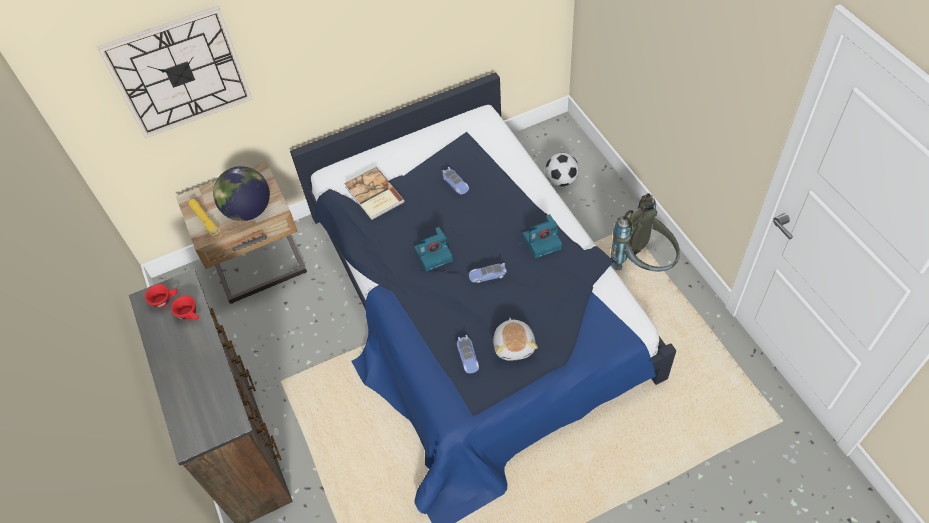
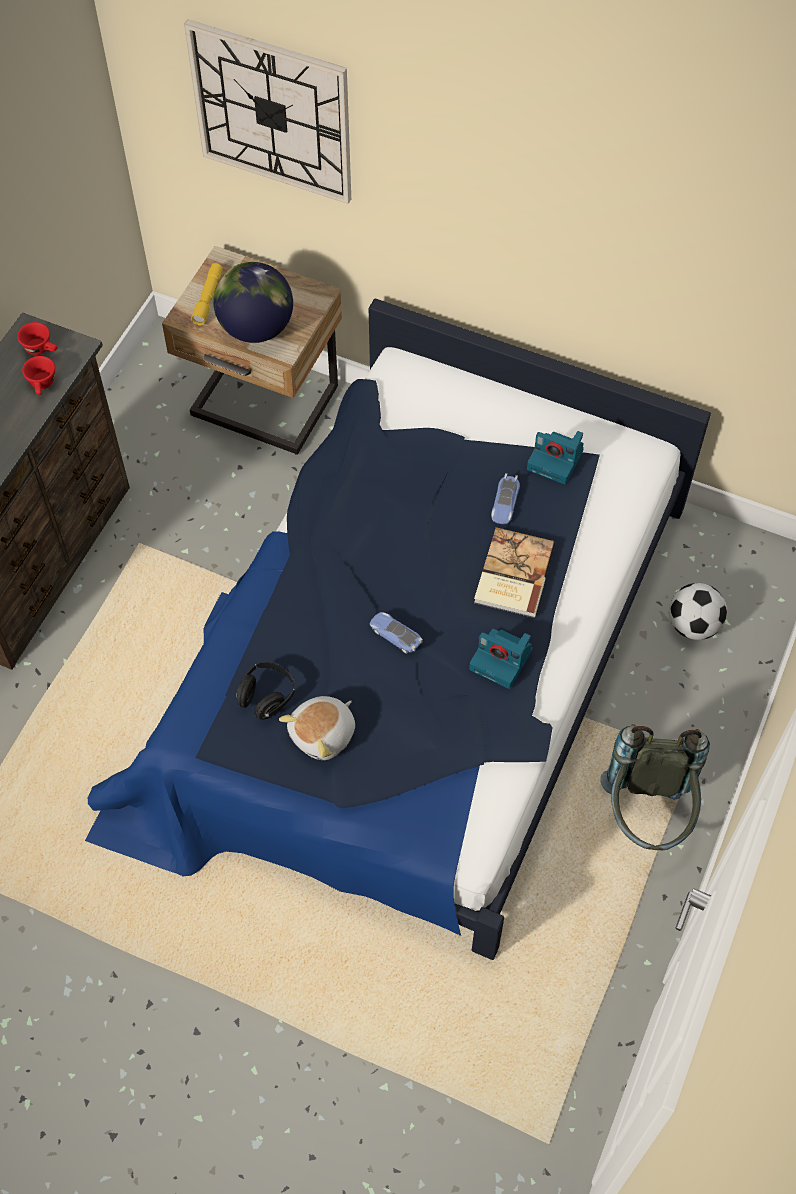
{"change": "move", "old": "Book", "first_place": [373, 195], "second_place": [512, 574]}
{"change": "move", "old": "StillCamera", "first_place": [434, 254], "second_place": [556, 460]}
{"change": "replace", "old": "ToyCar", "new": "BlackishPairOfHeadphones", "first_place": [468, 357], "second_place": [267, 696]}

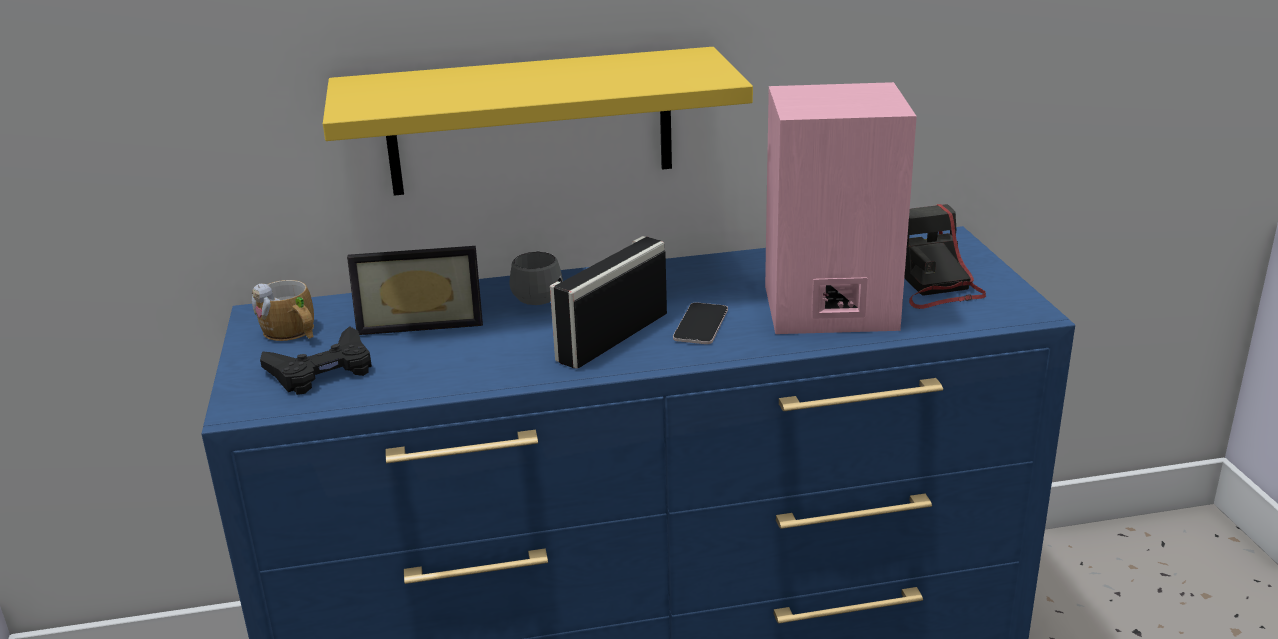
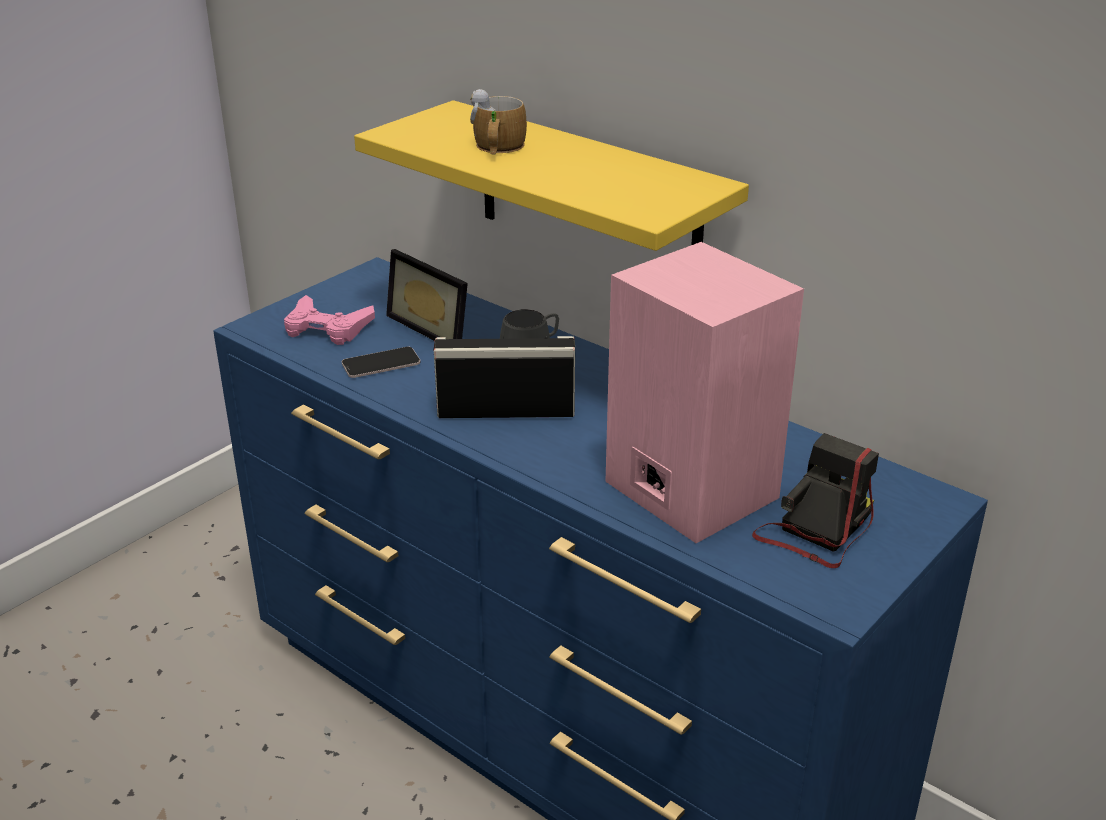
{"change": "move", "old": "CoffeeMug", "first_place": [292, 333], "second_place": [497, 149]}
{"change": "move", "old": "Handset", "first_place": [701, 325], "second_place": [381, 363]}
{"change": "recolor", "old": "BlackishJoypad", "new": "PinkJoypad", "first_place": [322, 370], "second_place": [327, 328]}

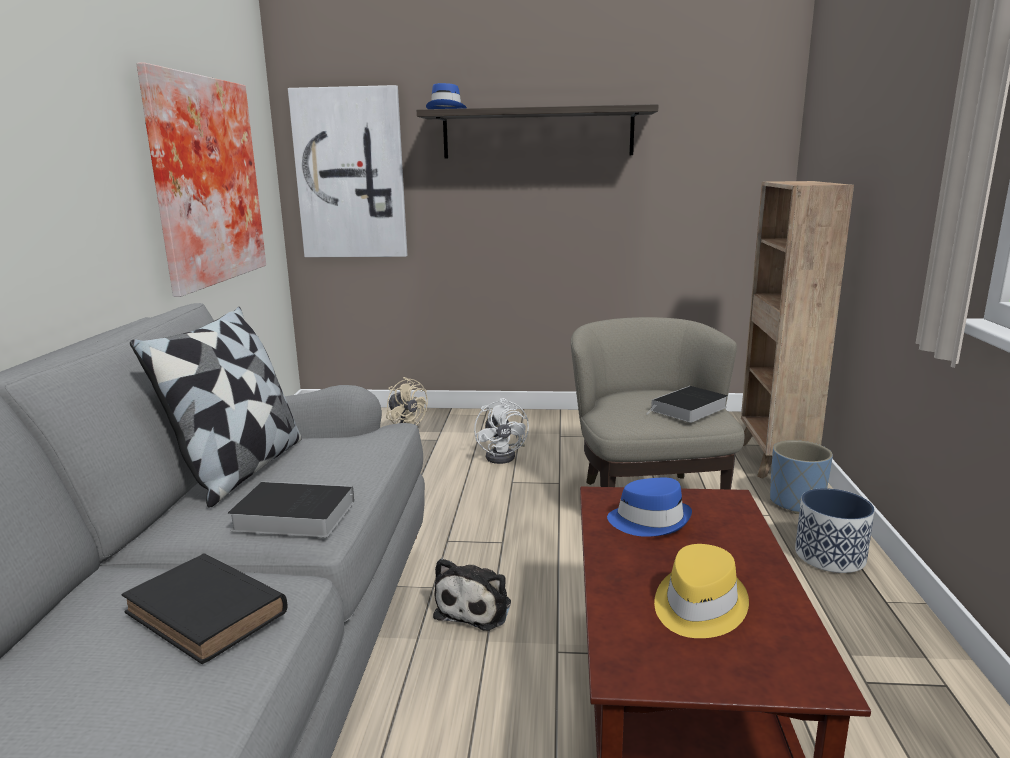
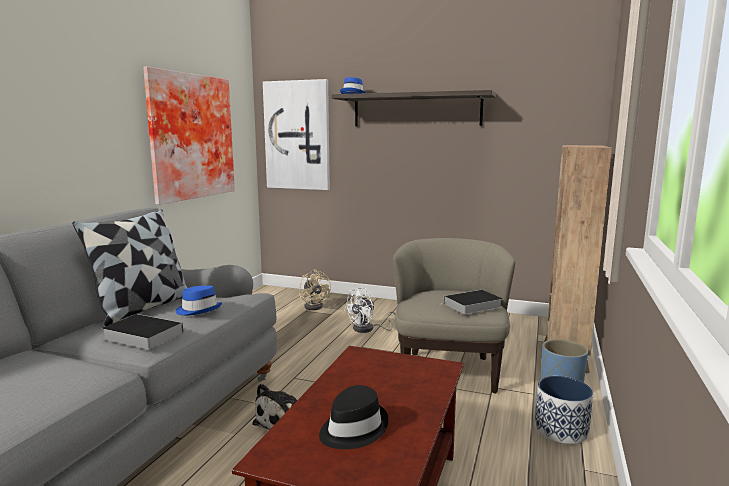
{"change": "delete", "old": "BlackishBook", "first_place": [209, 614]}
{"change": "move", "old": "BlueWearableHat", "first_place": [649, 520], "second_place": [198, 310]}
{"change": "recolor", "old": "YellowColouredWearableHat", "new": "BlackishWearableHat", "first_place": [698, 606], "second_place": [352, 429]}
{"change": "rotate", "old": "WhiteColouredFan", "first_place": [504, 456], "second_place": [368, 329], "degrees": 45}

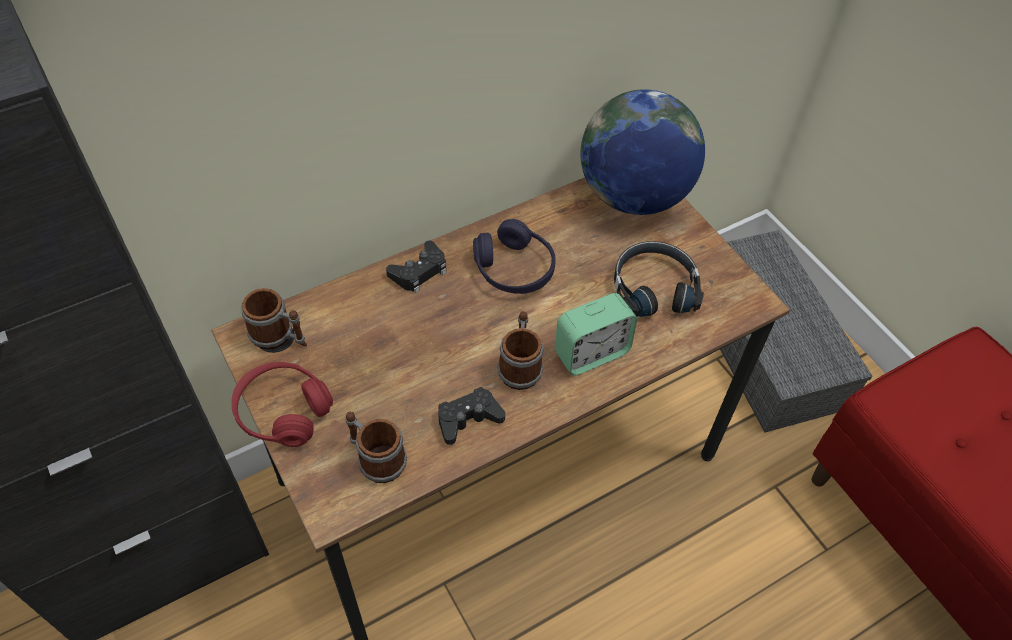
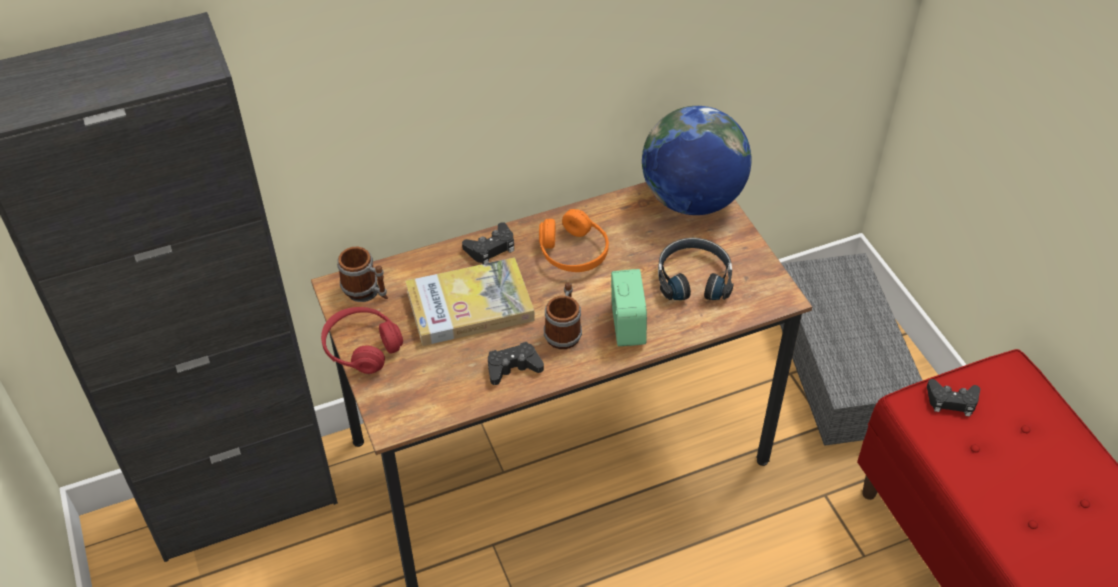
{"change": "delete", "old": "CoffeeMug", "first_place": [376, 458]}
{"change": "insert", "new": "Book", "second_place": [470, 305]}
{"change": "insert", "new": "BlackishJoypad", "second_place": [952, 401]}
{"change": "recolor", "old": "PurplishPairOfHeadphones", "new": "OrangeColouredPairOfHeadphones", "first_place": [514, 269], "second_place": [573, 252]}
{"change": "rotate", "old": "AlarmClock", "first_place": [591, 353], "second_place": [627, 326], "degrees": -75}

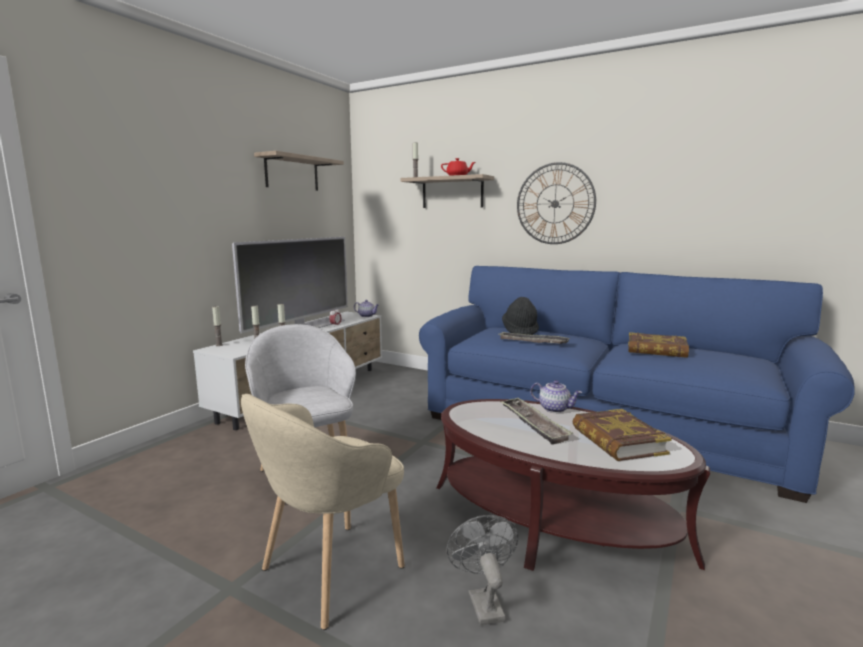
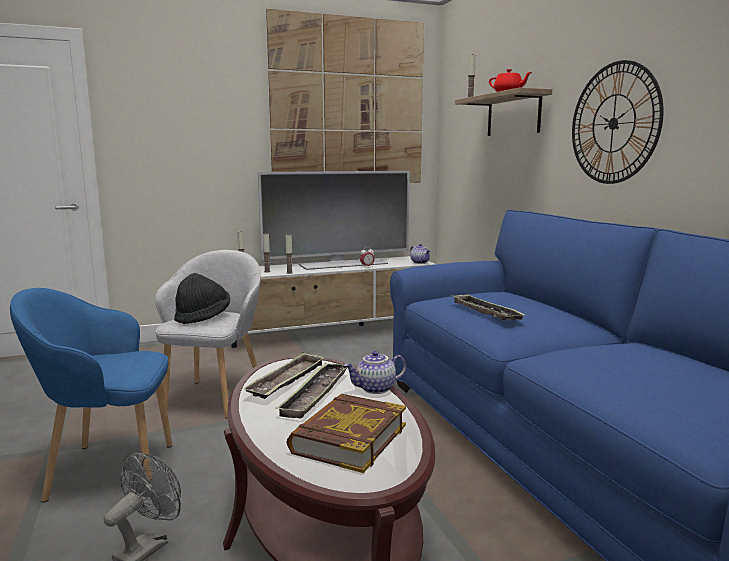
{"change": "delete", "old": "Book", "first_place": [656, 350]}
{"change": "insert", "new": "ServingTray", "second_place": [287, 380]}
{"change": "move", "old": "BlackishWearableHat", "first_place": [520, 331], "second_place": [203, 317]}
{"change": "replace", "old": "BracketShelf", "new": "Picture", "first_place": [292, 173], "second_place": [348, 102]}
{"change": "recolor", "old": "BeigeArmchair", "new": "BlueArmchair", "first_place": [330, 572], "second_place": [107, 469]}
{"change": "rotate", "old": "TeaPot", "first_place": [555, 409], "second_place": [375, 389], "degrees": 90}

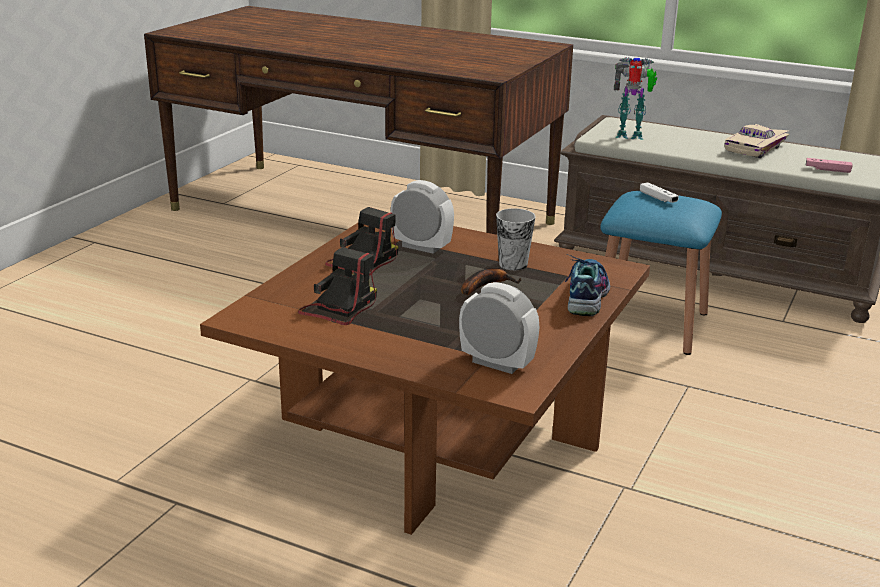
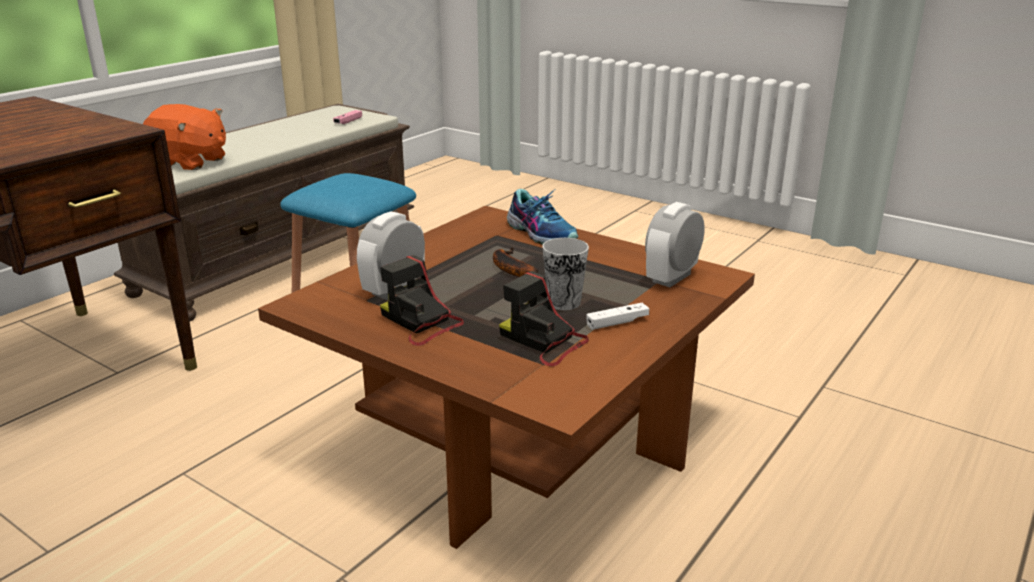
{"change": "delete", "old": "BeigeToyCar", "first_place": [757, 149]}
{"change": "move", "old": "Cup", "first_place": [513, 264], "second_place": [564, 302]}
{"change": "move", "old": "WhiteColouredJoypad", "first_place": [658, 198], "second_place": [617, 322]}
{"change": "replace", "old": "ToyRobot", "new": "OrangeColouredPlushToy", "first_place": [631, 136], "second_place": [189, 162]}
{"change": "rotate", "old": "ItemOfFootwear", "first_place": [585, 295], "second_place": [542, 233], "degrees": -150}

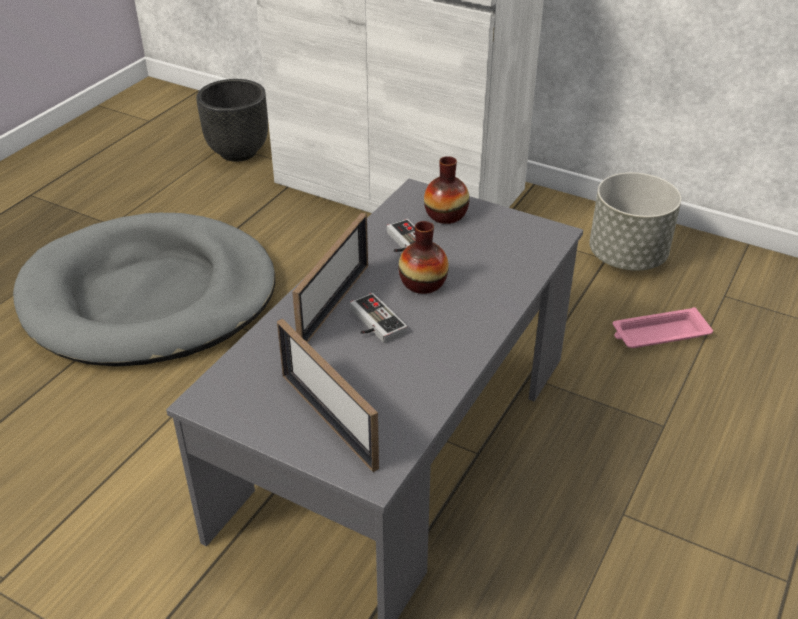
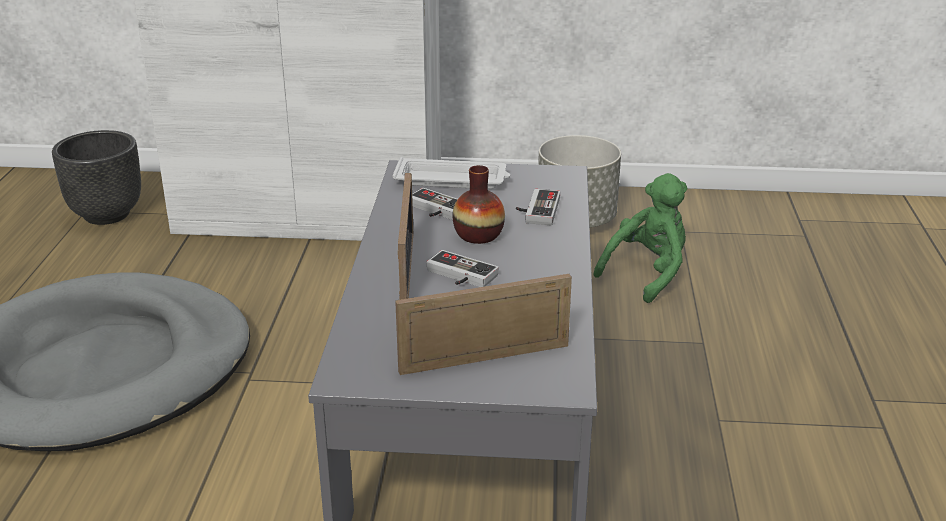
{"change": "insert", "new": "Joypad", "second_place": [536, 210]}
{"change": "replace", "old": "FlowerVase", "new": "WhiteColouredServingTray", "first_place": [446, 215], "second_place": [452, 180]}
{"change": "replace", "old": "PinkServingTray", "new": "GreenishPlushToy", "first_place": [658, 334], "second_place": [647, 274]}
{"change": "rotate", "old": "PhotoFrame", "first_place": [328, 420], "second_place": [484, 358], "degrees": 135}

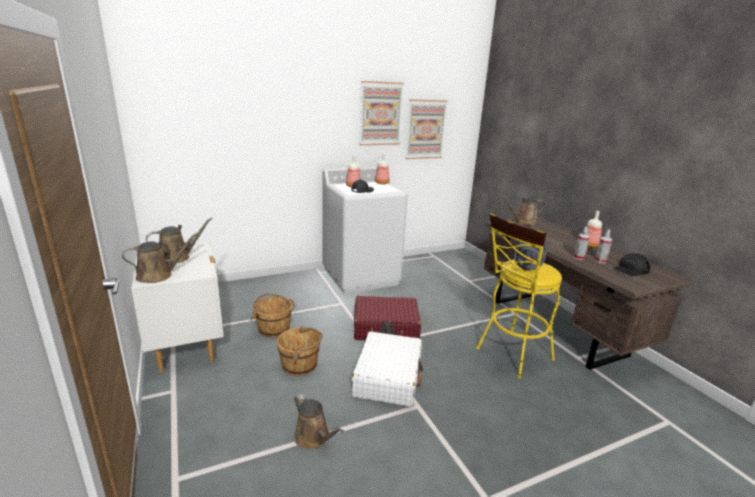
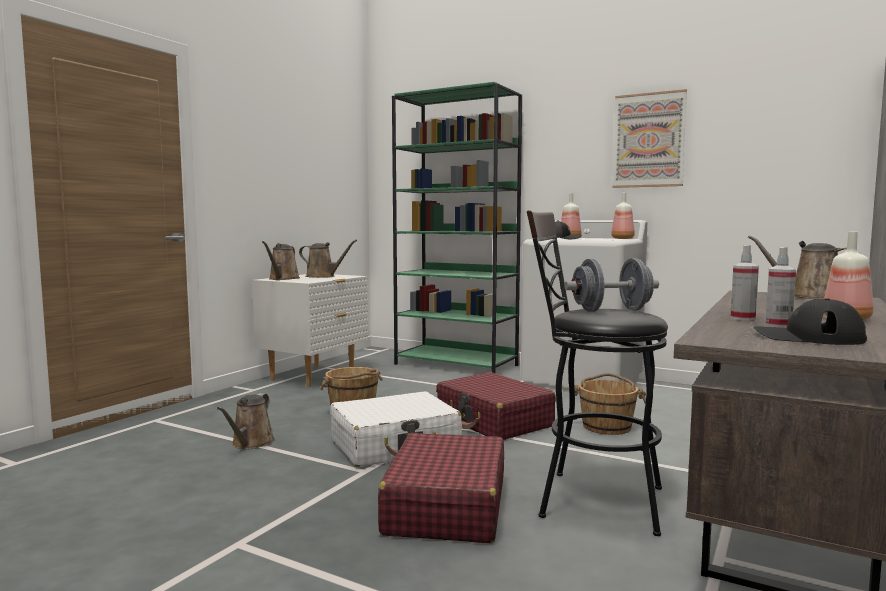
{"change": "delete", "old": "Picture", "first_place": [425, 129]}
{"change": "insert", "new": "RedTravelCase", "second_place": [446, 506]}
{"change": "insert", "new": "GreenishShelvingUnit", "second_place": [457, 365]}
{"change": "move", "old": "BrownishWaterBucket", "first_place": [274, 328], "second_place": [607, 426]}
{"change": "recolor", "old": "YellowColouredStool", "new": "BlackishStool", "first_place": [510, 356], "second_place": [589, 500]}
{"change": "rotate", "old": "BrownishWateringCan", "first_place": [158, 275], "second_place": [282, 279], "degrees": 75}

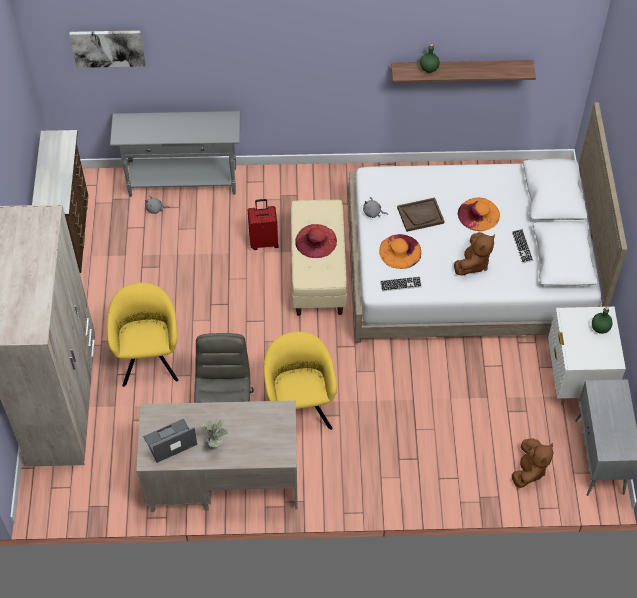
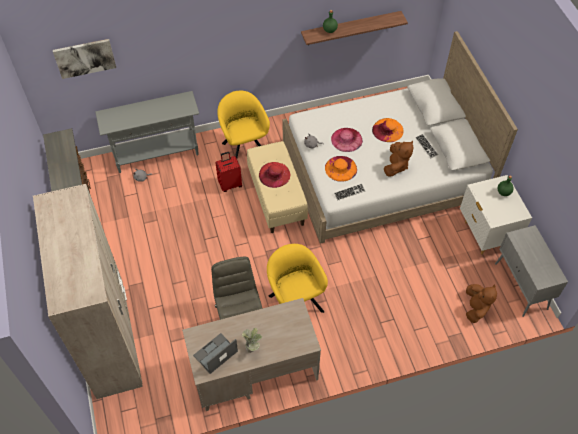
{"change": "move", "old": "YellowColouredArmchair", "first_place": [149, 358], "second_place": [244, 148]}
{"change": "replace", "old": "BrownishServingTray", "new": "PinkWearableHat", "first_place": [420, 215], "second_place": [346, 139]}

